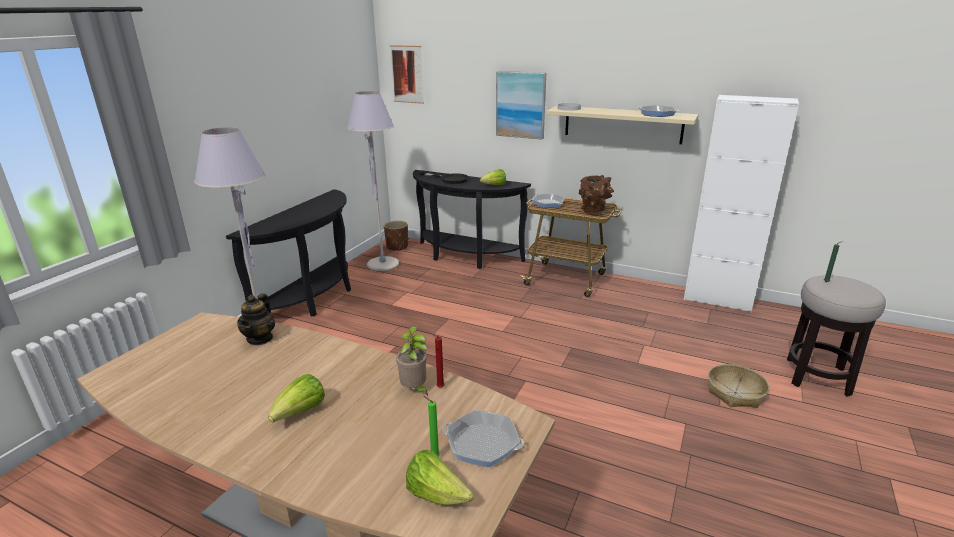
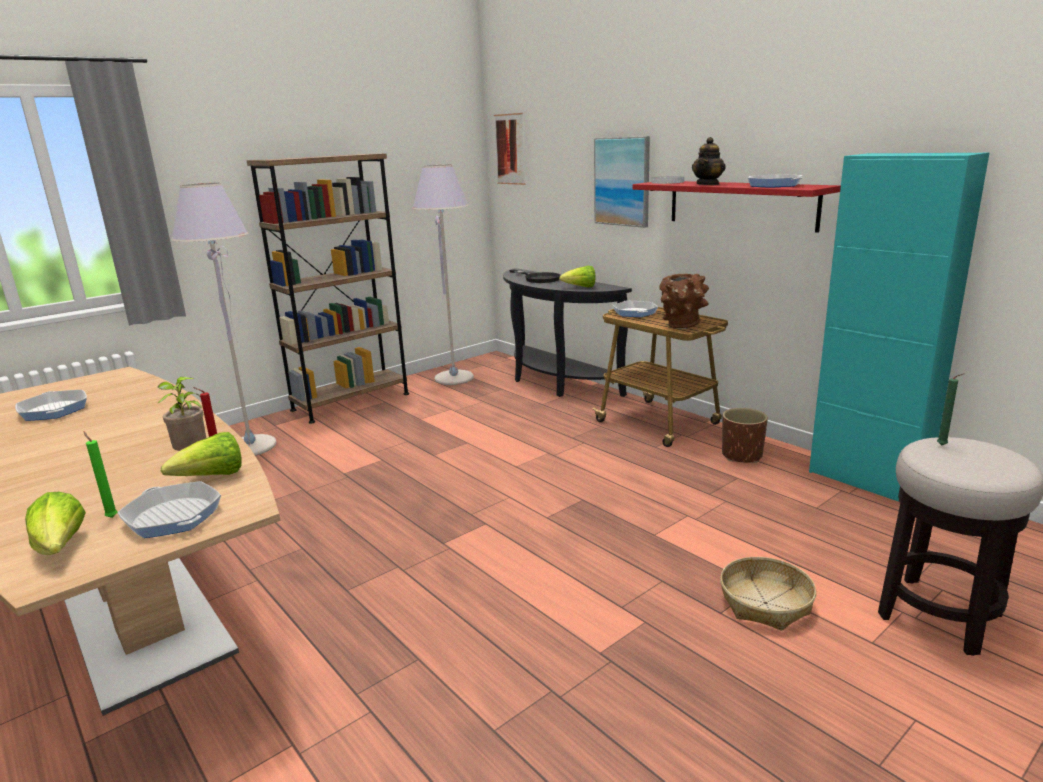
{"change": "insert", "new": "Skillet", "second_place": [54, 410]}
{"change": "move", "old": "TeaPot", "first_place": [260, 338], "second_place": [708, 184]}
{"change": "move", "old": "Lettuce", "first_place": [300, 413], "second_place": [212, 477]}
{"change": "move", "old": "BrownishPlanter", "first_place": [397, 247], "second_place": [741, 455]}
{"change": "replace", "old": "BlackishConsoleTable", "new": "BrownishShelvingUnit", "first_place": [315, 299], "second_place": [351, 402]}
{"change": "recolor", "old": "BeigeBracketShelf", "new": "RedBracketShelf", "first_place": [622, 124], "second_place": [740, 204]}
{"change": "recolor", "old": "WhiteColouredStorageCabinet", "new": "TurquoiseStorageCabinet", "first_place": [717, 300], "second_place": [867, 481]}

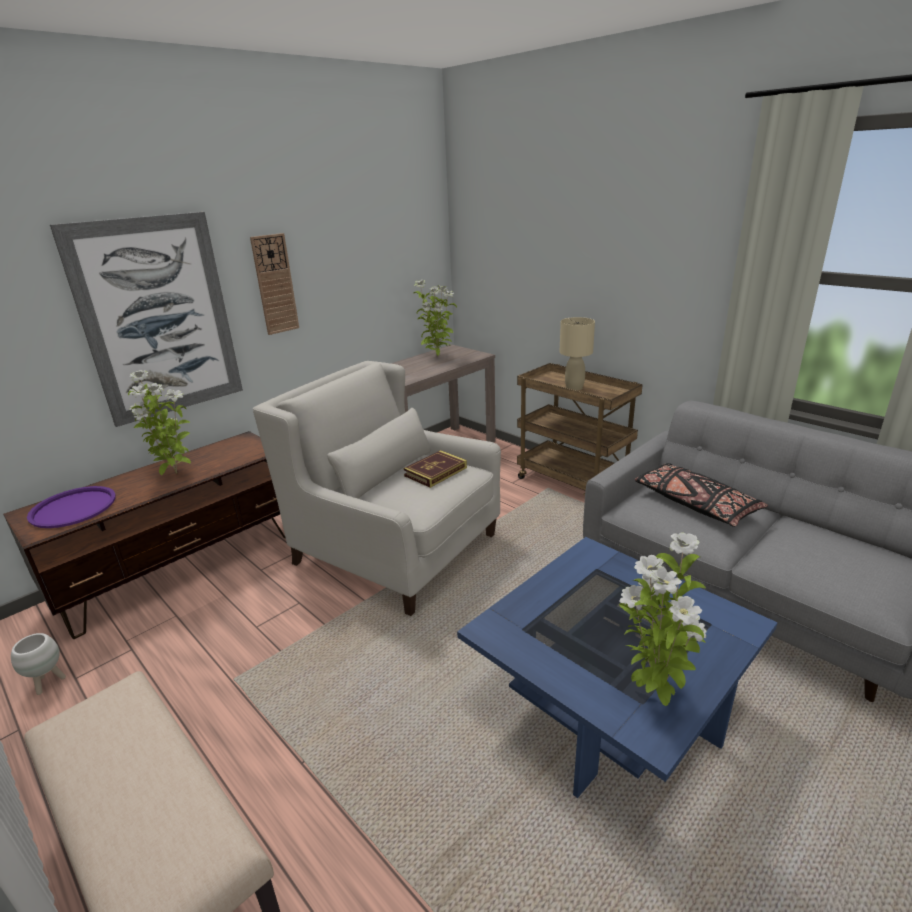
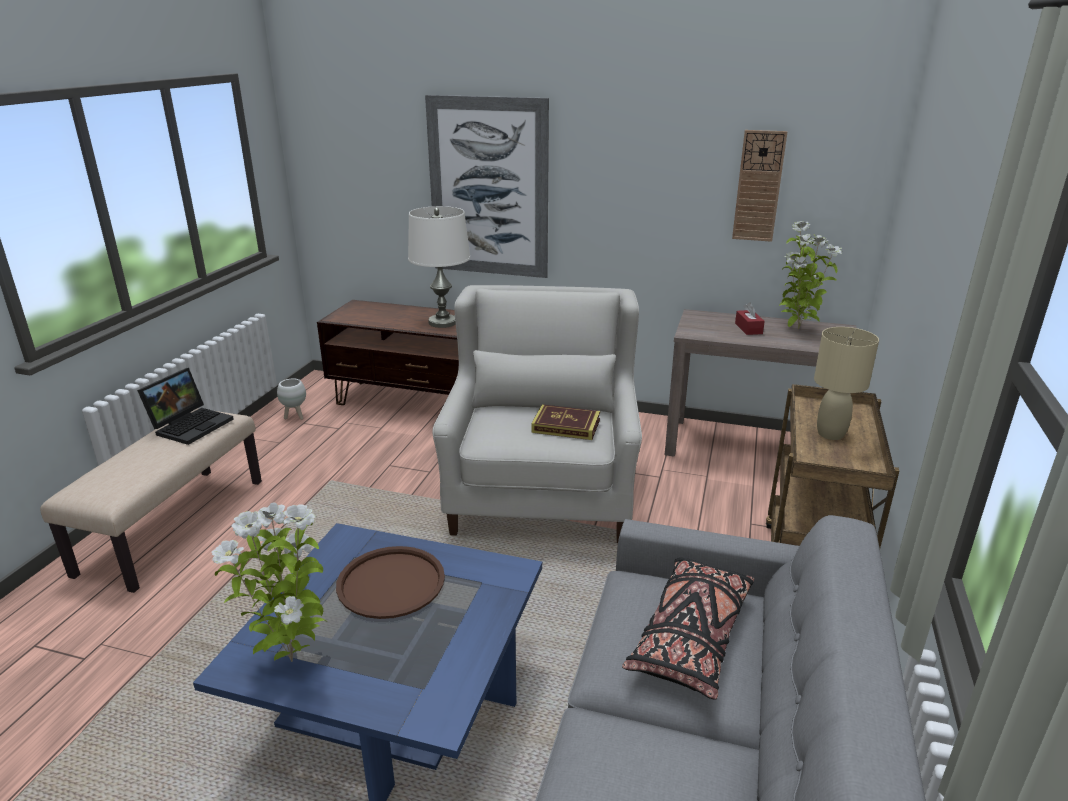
{"change": "delete", "old": "PurplishServingTray", "first_place": [73, 508]}
{"change": "insert", "new": "NotebookComputer", "second_place": [191, 425]}
{"change": "insert", "new": "BrownishServingTray", "second_place": [391, 583]}
{"change": "insert", "new": "RedTissueBox", "second_place": [748, 328]}
{"change": "move", "old": "ClockOnTheWall", "first_place": [275, 284], "second_place": [758, 186]}
{"change": "replace", "old": "PottedPlant", "new": "WhiteColouredLampForATable", "first_place": [175, 474], "second_place": [443, 322]}

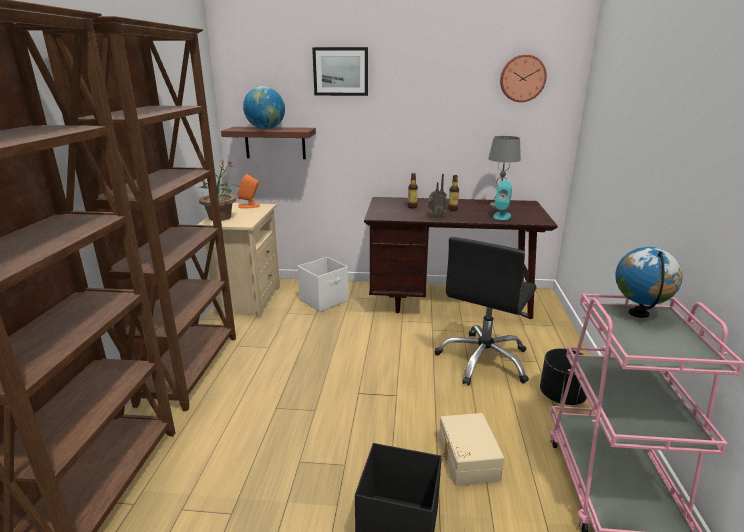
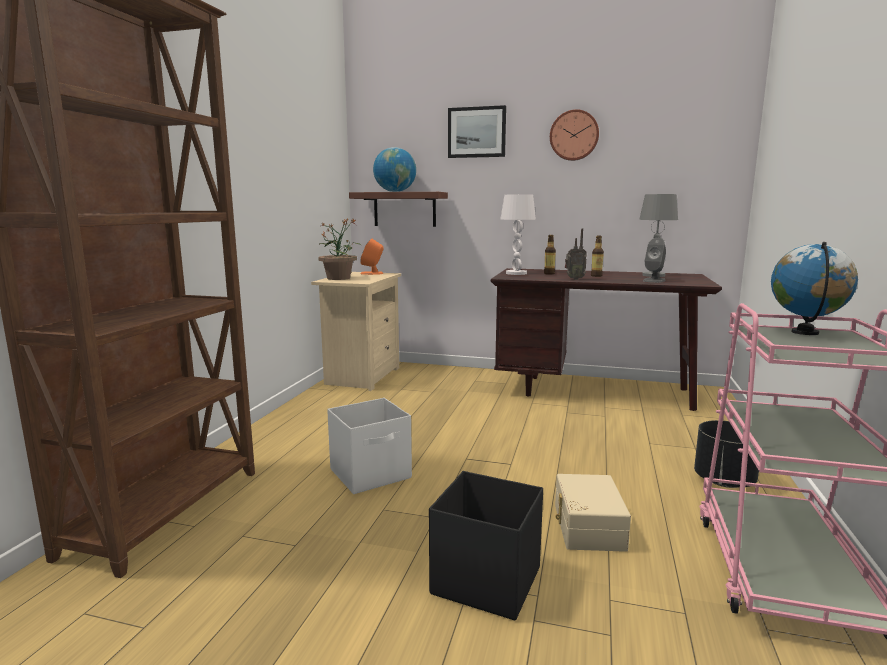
{"change": "delete", "old": "BrownishShelvingUnit", "first_place": [192, 368]}
{"change": "delete", "old": "BlackishDeskChair", "first_place": [484, 360]}
{"change": "insert", "new": "WhiteColouredLampForATable", "second_place": [516, 273]}
{"change": "move", "old": "WhiteColouredStorageBox", "first_place": [324, 300], "second_place": [371, 474]}
{"change": "move", "old": "ClockOnTheWall", "first_place": [522, 78], "second_place": [574, 135]}
{"change": "recolor", "old": "TurquoiseAudioSpeaker", "new": "GrayAudioSpeaker", "first_place": [502, 216], "second_place": [654, 280]}

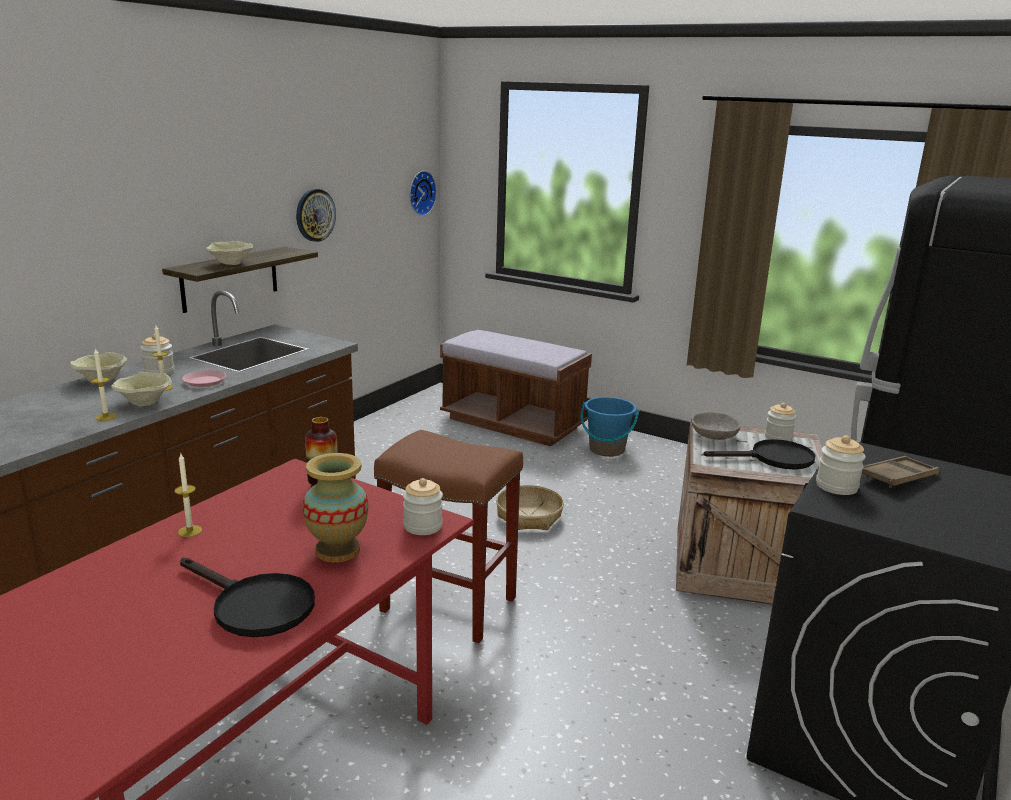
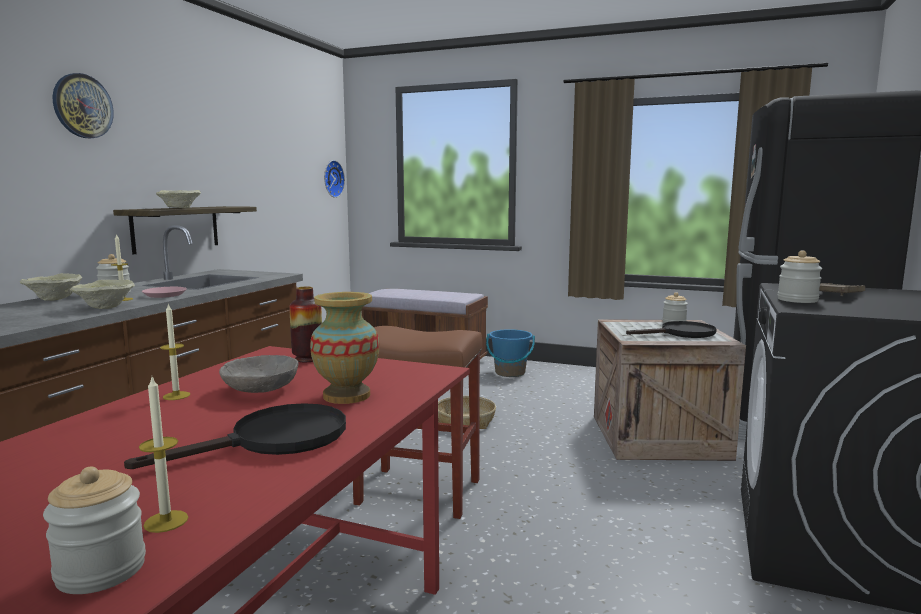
{"change": "move", "old": "WaxLight", "first_place": [106, 417], "second_place": [166, 521]}
{"change": "move", "old": "ClockOnTheWall", "first_place": [315, 215], "second_place": [82, 106]}
{"change": "move", "old": "PreserveJar", "first_place": [423, 526], "second_place": [101, 570]}
{"change": "move", "old": "GrayServingBowl", "first_place": [713, 436], "second_place": [261, 389]}
{"change": "rotate", "old": "BlackishSkillet", "first_place": [254, 606], "second_place": [274, 440], "degrees": -60}

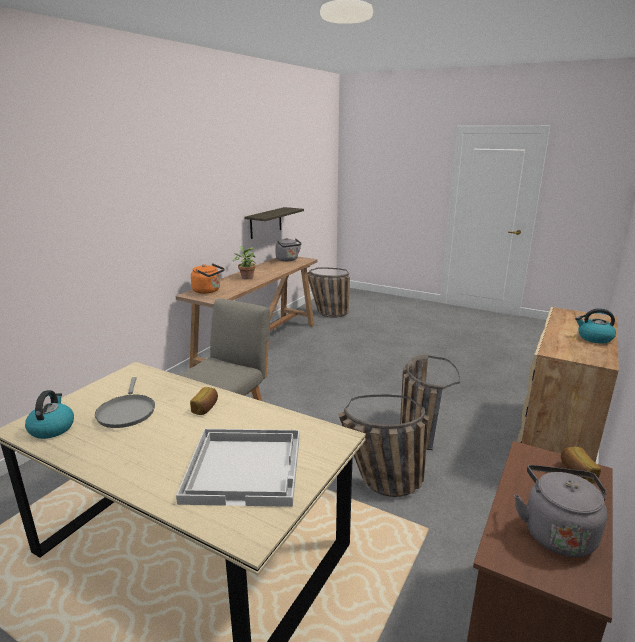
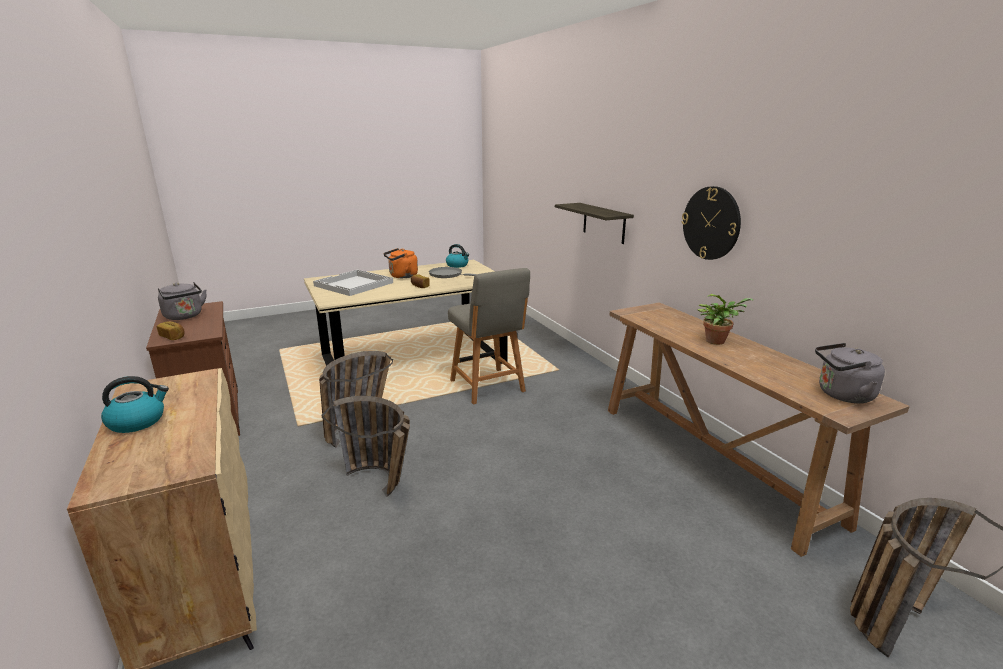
{"change": "insert", "new": "ClockOnTheWall", "second_place": [711, 223]}
{"change": "move", "old": "OrangeColouredTeaKettle", "first_place": [208, 291], "second_place": [402, 276]}
{"change": "move", "old": "BracketShelf", "first_place": [266, 222], "second_place": [604, 223]}

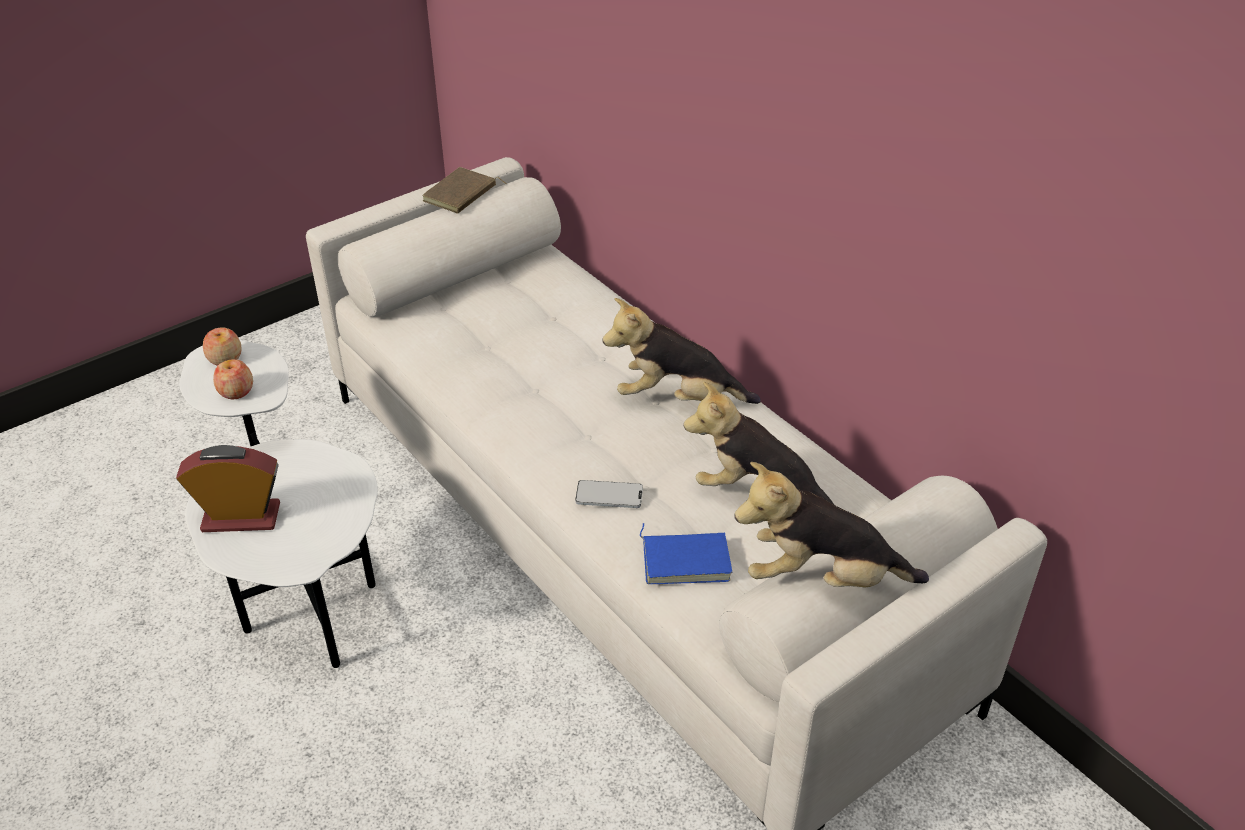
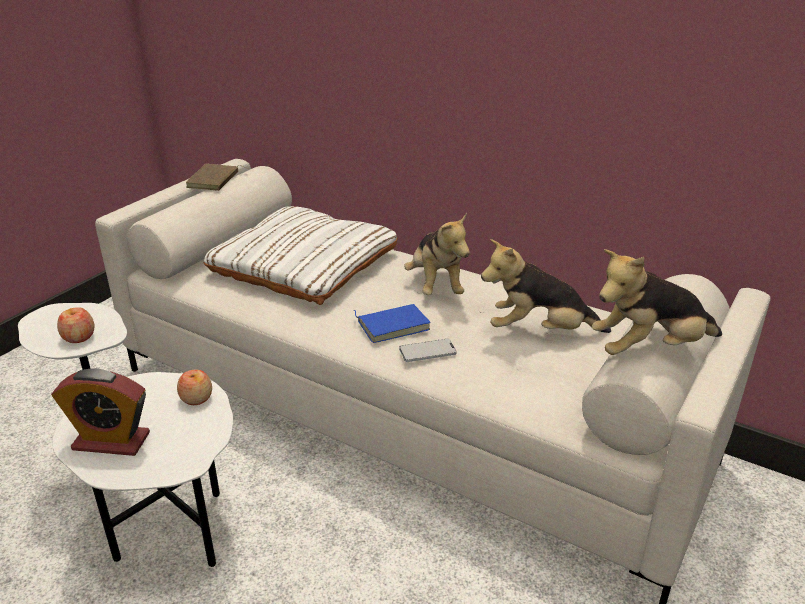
{"change": "insert", "new": "WhiteColouredPillow", "second_place": [304, 264]}
{"change": "move", "old": "AppleFruit", "first_place": [225, 359], "second_place": [196, 398]}
{"change": "move", "old": "BlueBook", "first_place": [686, 559], "second_place": [393, 325]}
{"change": "rotate", "old": "AlarmClock", "first_place": [241, 517], "second_place": [111, 441], "degrees": -150}
{"change": "rotate", "old": "PlushToy", "first_place": [677, 399], "second_place": [435, 285], "degrees": -90}

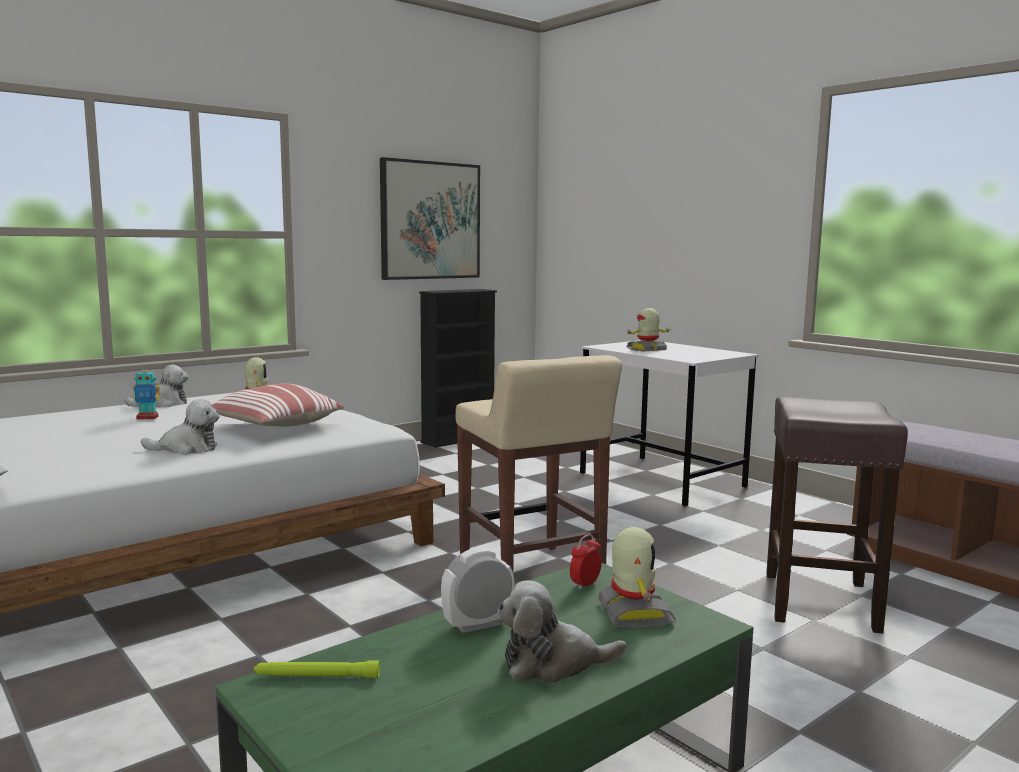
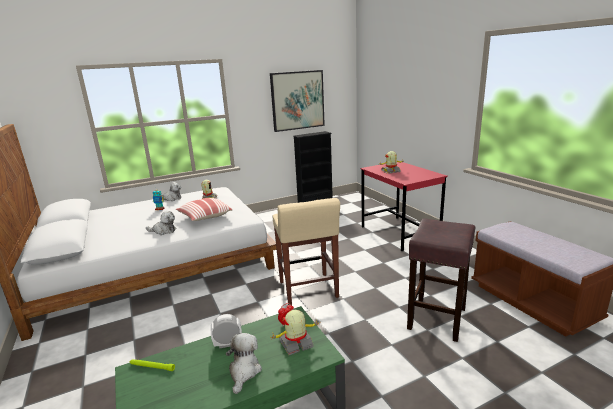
{"change": "recolor", "old": "WhiteColouredDeskTable", "new": "RedDeskTable", "first_place": [662, 480], "second_place": [400, 233]}
{"change": "rotate", "old": "PlushToy", "first_place": [553, 663], "second_place": [244, 371], "degrees": 90}
{"change": "rotate", "old": "ToyRobot", "first_place": [633, 613], "second_place": [296, 344], "degrees": -120}

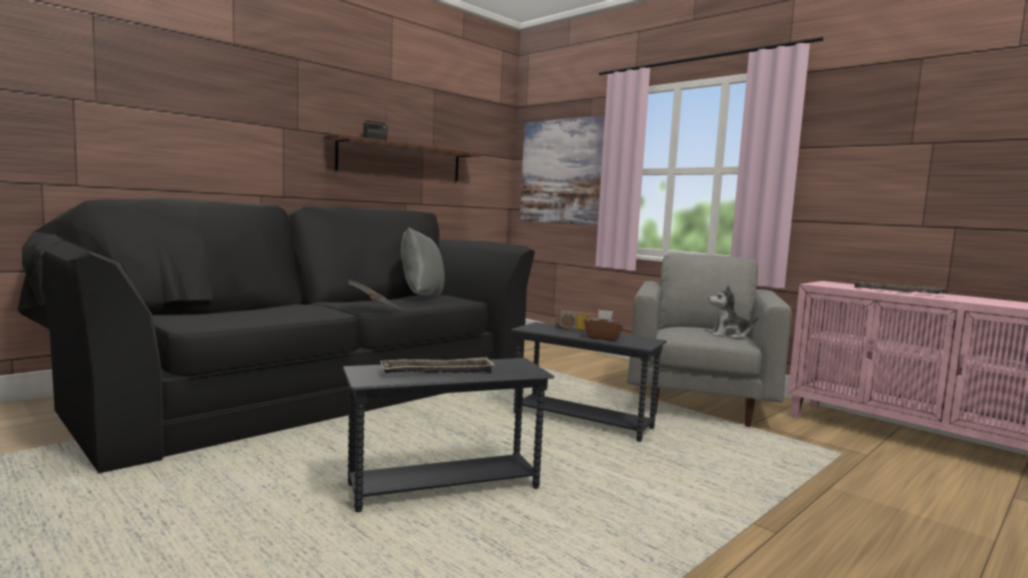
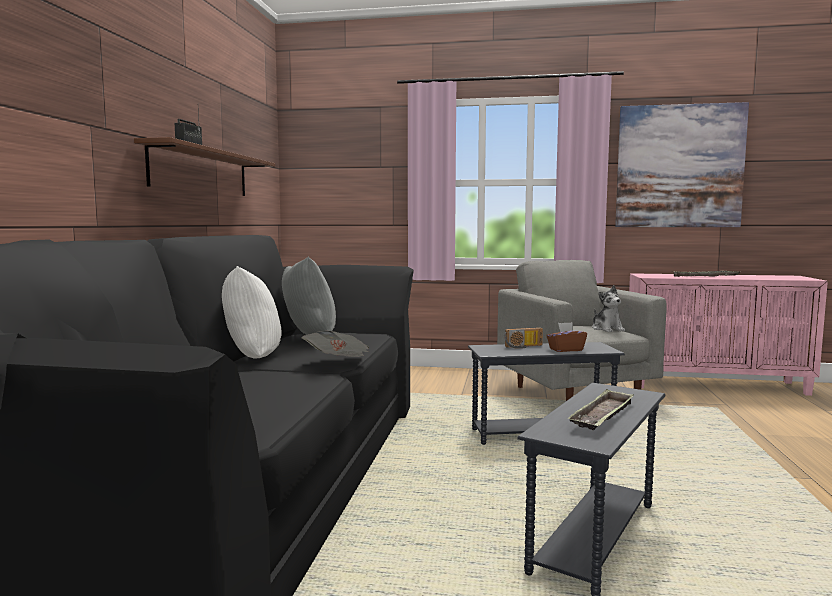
{"change": "insert", "new": "WhiteColouredPillow", "second_place": [251, 359]}
{"change": "move", "old": "Picture", "first_place": [560, 172], "second_place": [679, 166]}
{"change": "rotate", "old": "PlushToy", "first_place": [728, 335], "second_place": [607, 329], "degrees": -75}

